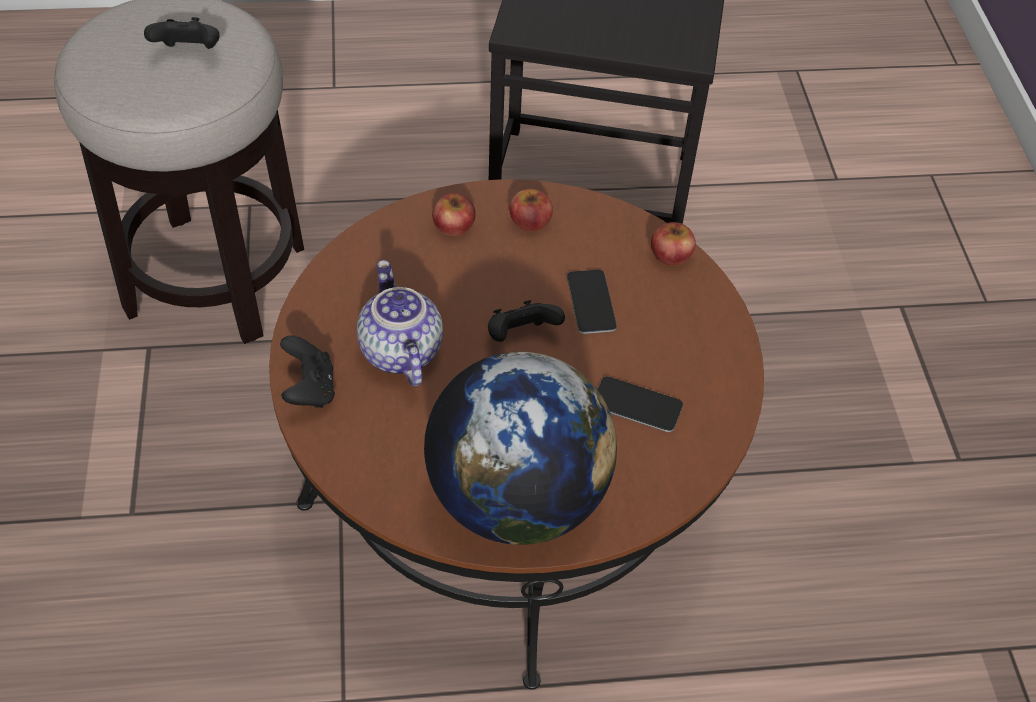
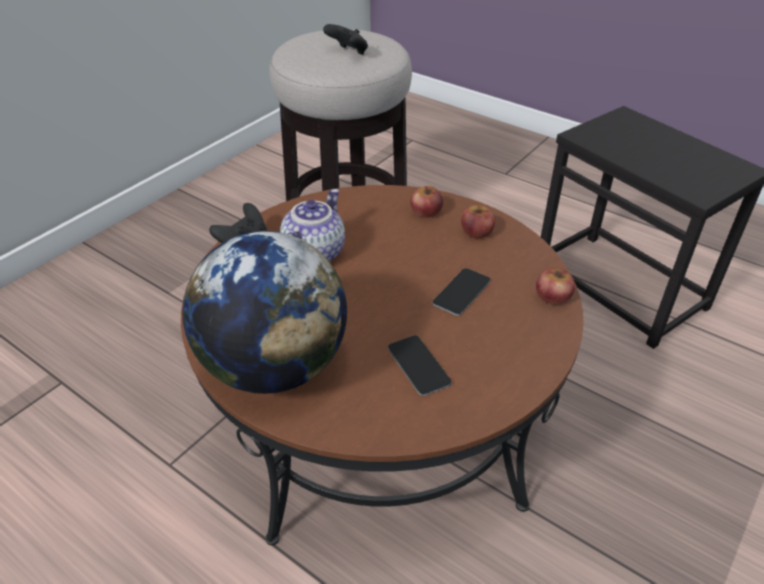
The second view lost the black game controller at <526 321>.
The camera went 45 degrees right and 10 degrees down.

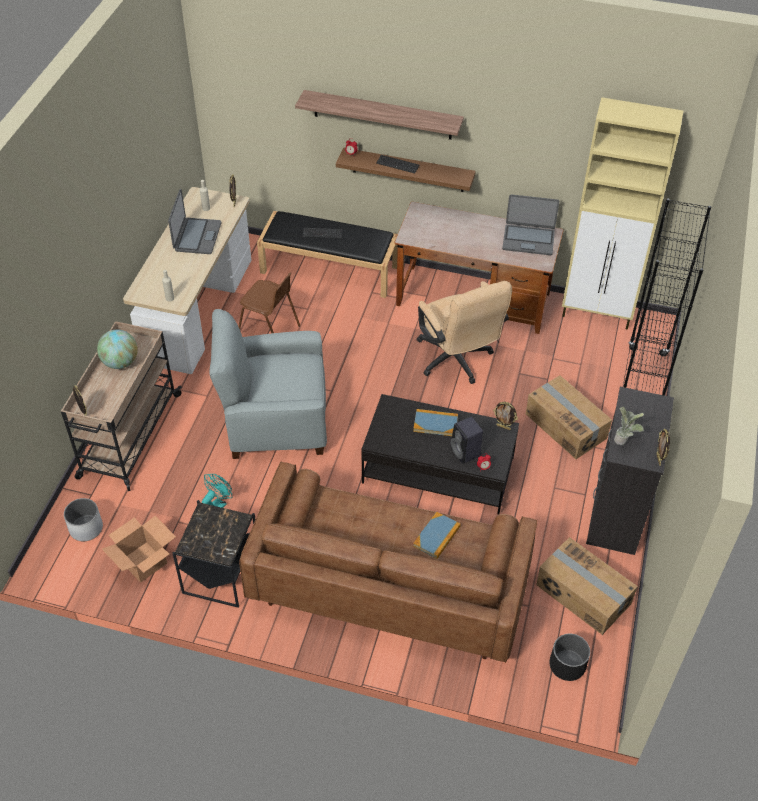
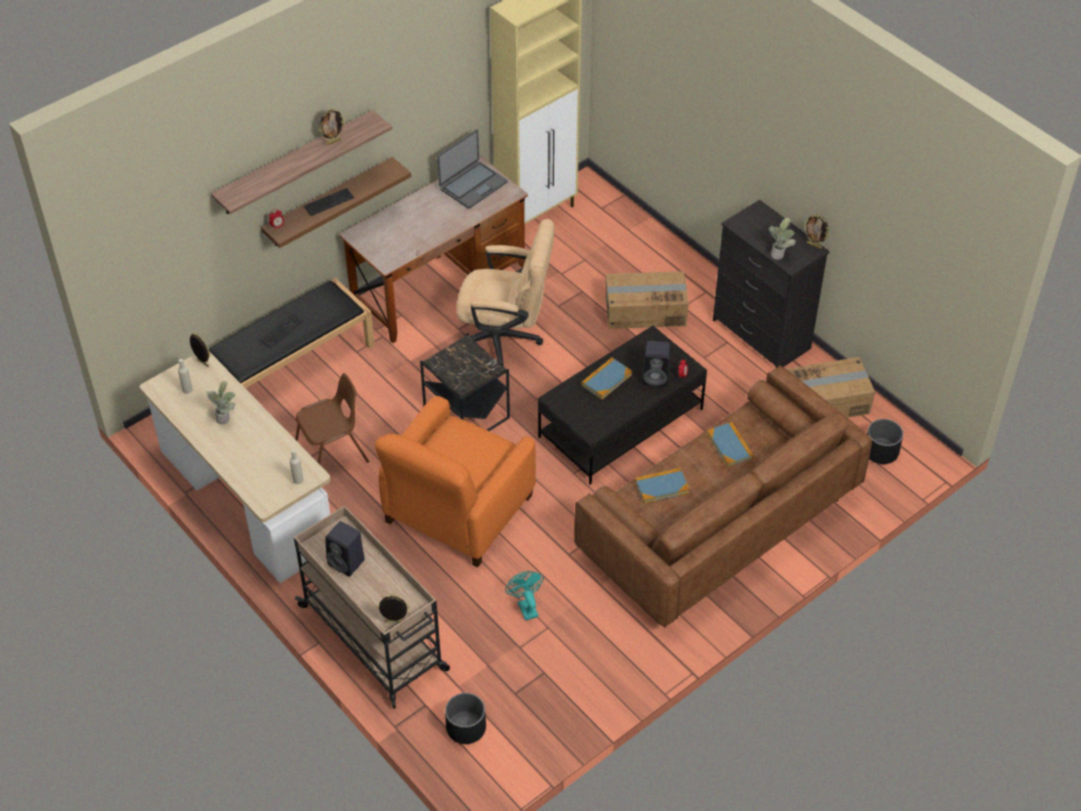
What was the white planter at <83 519> turned into the black planter at <465 718>.
Where the globe stood at <117 349>, the black speaker came to stand at <345 549>.
The second view lost the cardboard box at <139 549>.
Where the laptop stood at <195 221>, the potted plant came to stand at <221 403>.
The black side table ended up elsewhere, having gone from <214 554> to <465 382>.
What was the grey armchair at <268 384> turned into the orange armchair at <455 482>.
The picture frame ended up elsewhere, having gone from <505 416> to <332 127>.
The second view lost the black bookcase at <667 297>.
The second view gained the book at <662 486>.
The camera went 55 degrees left and 0 degrees up.

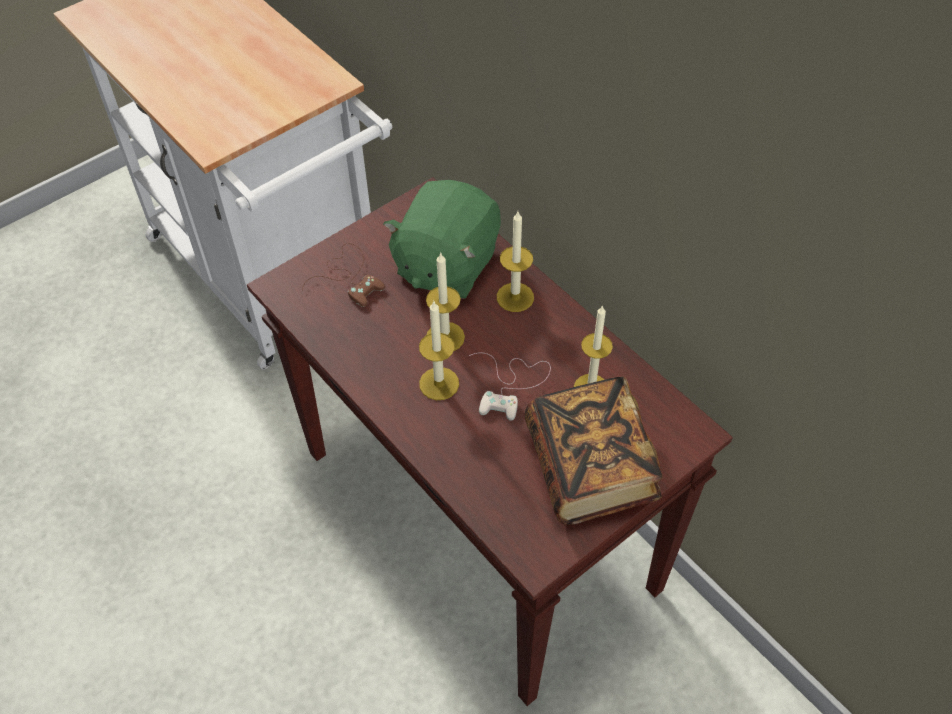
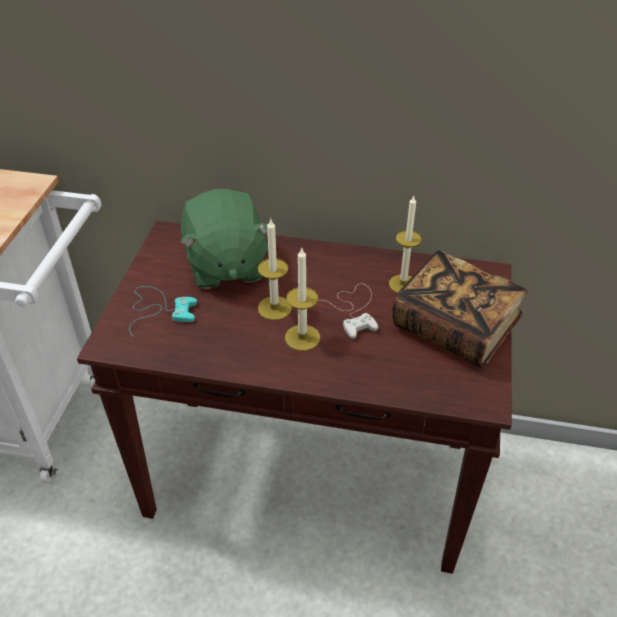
What was the brown game controller at <343 275> turned into the turquoise game controller at <163 311>.
The second view lost the candle at <515 262>.
The camera went 40 degrees left and 10 degrees down.

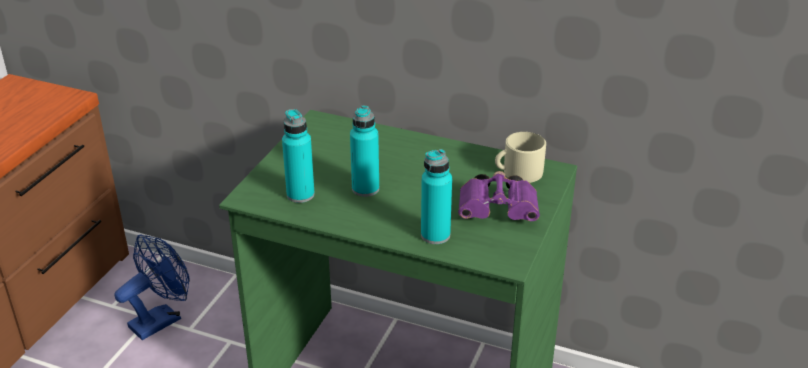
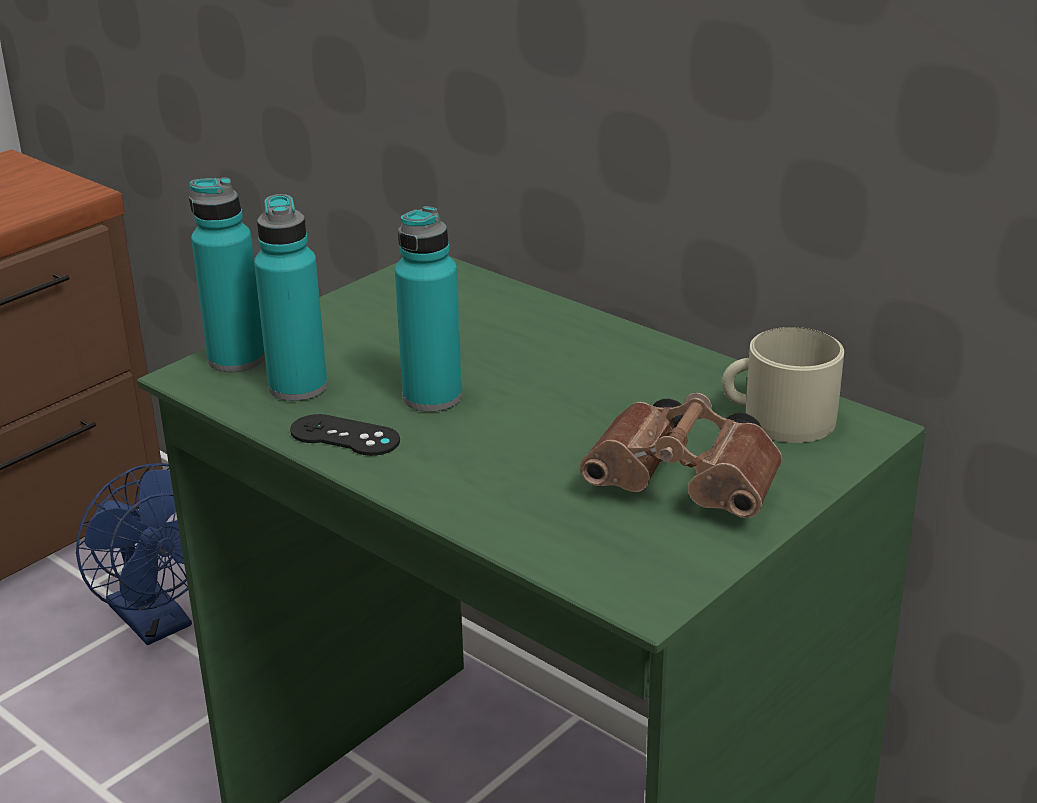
The blue fan at <152 287> ended up facing another way, 75 degrees clockwise from before.
The turquoise bottle ended up elsewhere, having gone from <436 196> to <227 274>.
What was the purple binoculars at <499 196> turned into the brown binoculars at <680 455>.
The second view gained the black game controller at <345 435>.
The camera went 20 degrees right and 5 degrees down.

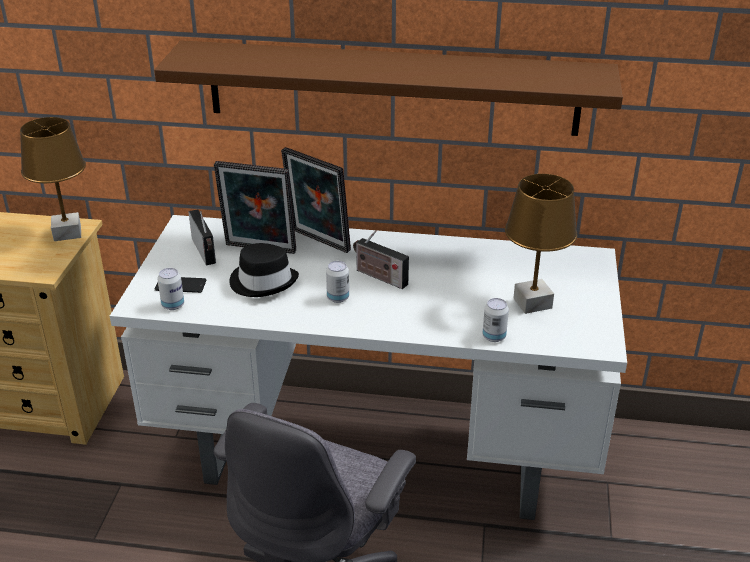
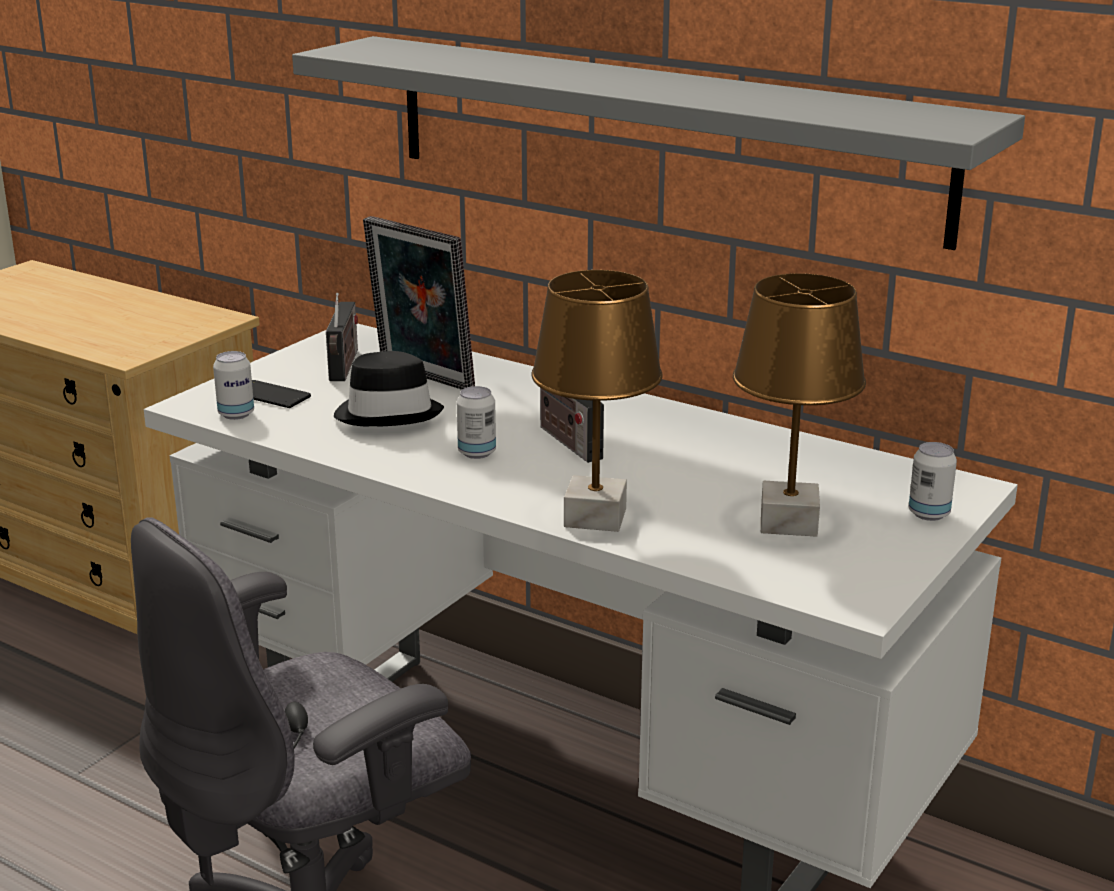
The brown table lamp ended up elsewhere, having gone from <53 179> to <597 401>.
What was the brown shelf at <388 88> turned into the grey shelf at <658 143>.
The second view lost the picture frame at <316 200>.
The can ended up elsewhere, having gone from <495 320> to <933 481>.
The camera went 25 degrees right and 10 degrees down.

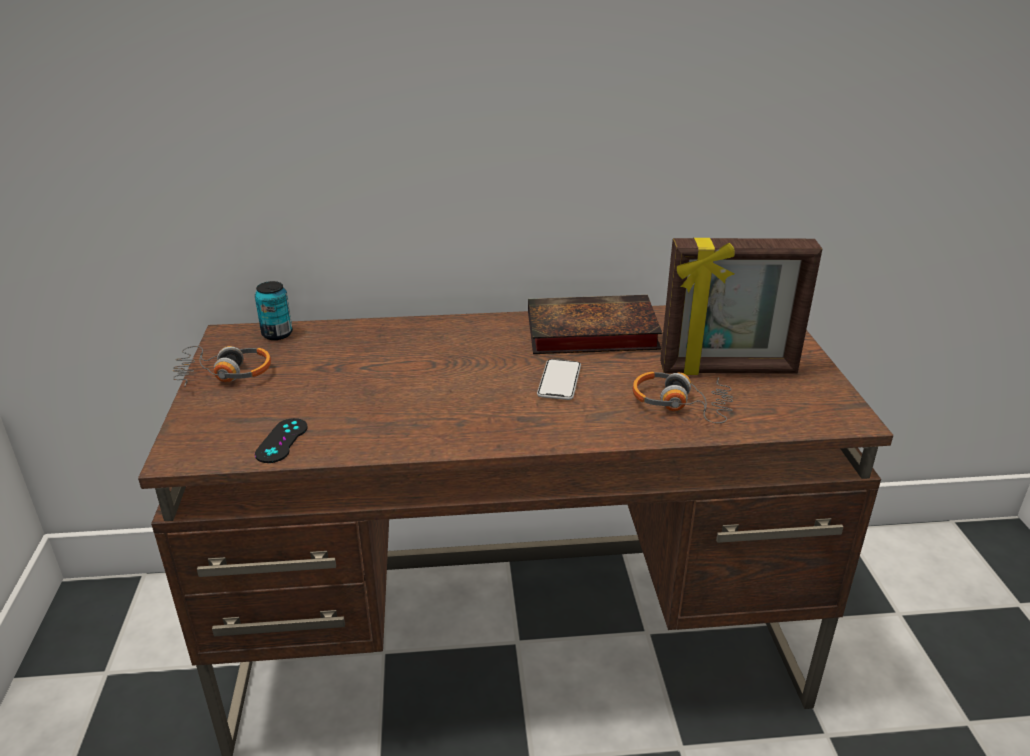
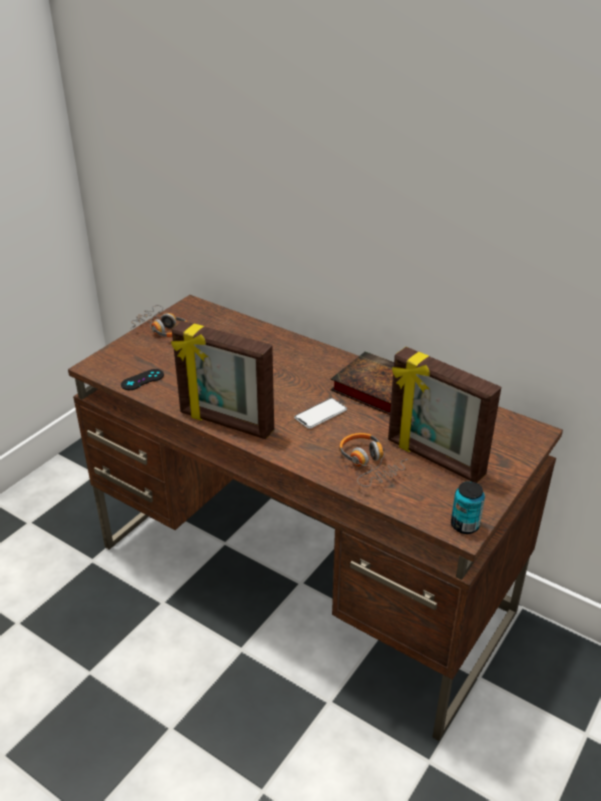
The can ended up elsewhere, having gone from <274 310> to <468 507>.
The second view gained the picture frame at <222 380>.
The camera went 40 degrees right and 5 degrees up.

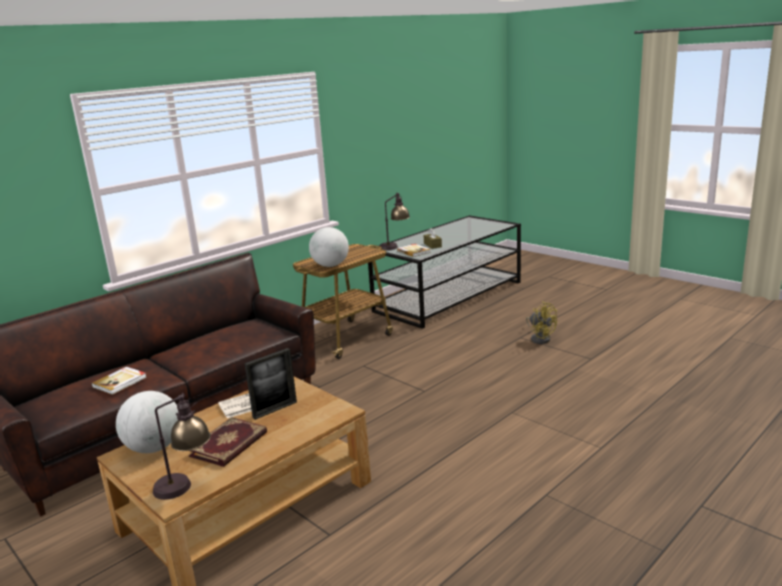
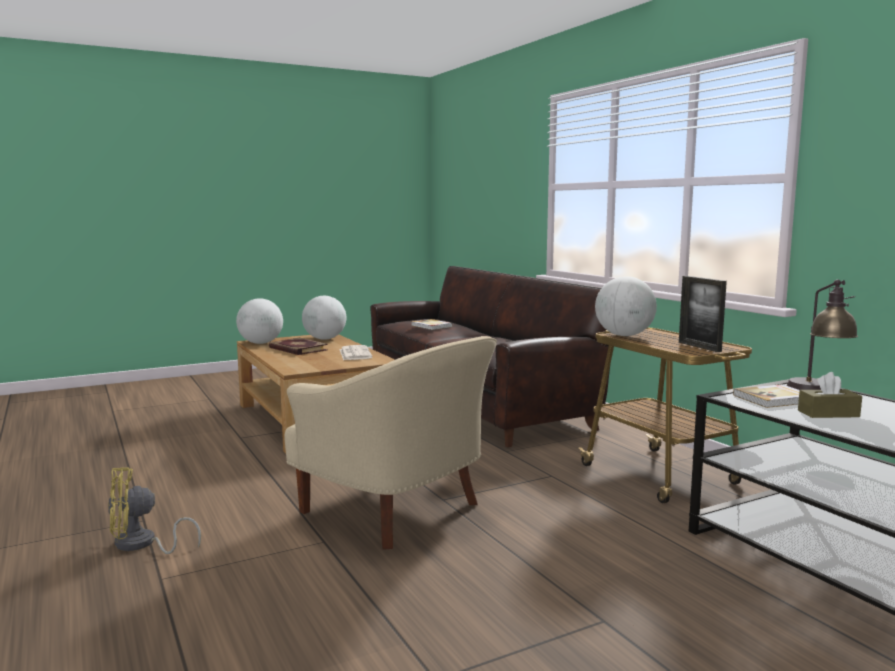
Where the table lamp stood at <182 446>, the globe came to stand at <259 321>.
The picture frame ended up elsewhere, having gone from <270 384> to <703 314>.
The yellow fan ended up elsewhere, having gone from <541 322> to <154 510>.
The second view gained the beige armchair at <390 443>.
The camera went 105 degrees right and 10 degrees down.

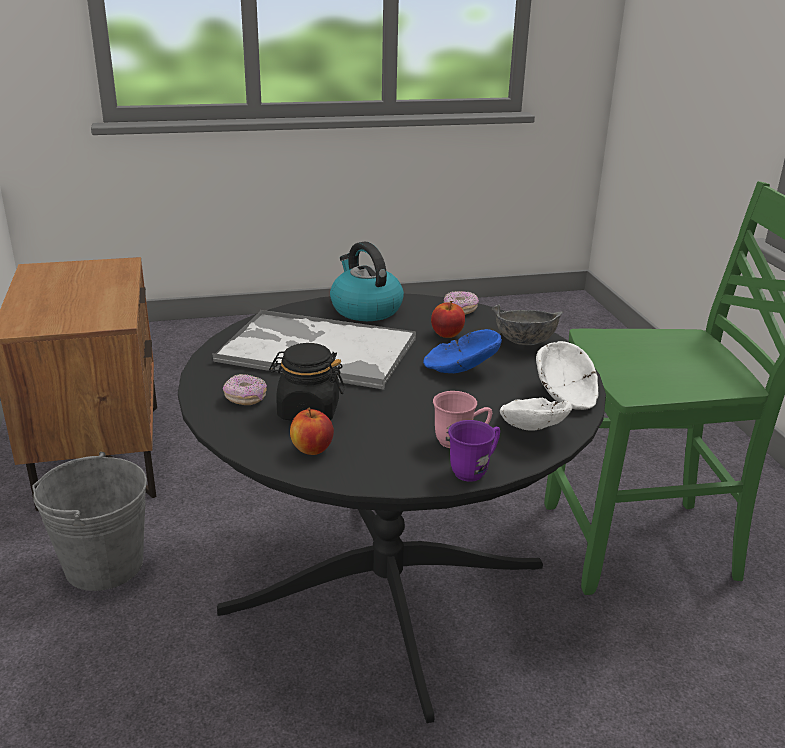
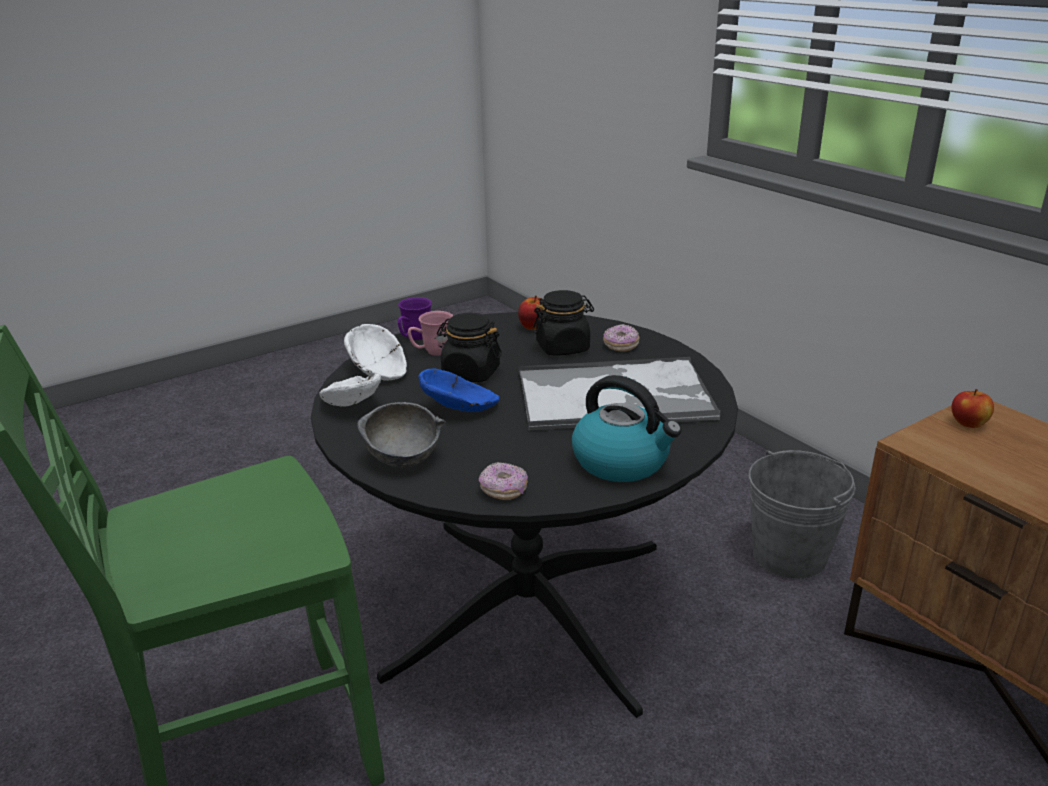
The apple ended up elsewhere, having gone from <448 319> to <973 408>.
The second view gained the black jar at <469 347>.
The camera went 160 degrees right and 0 degrees up.

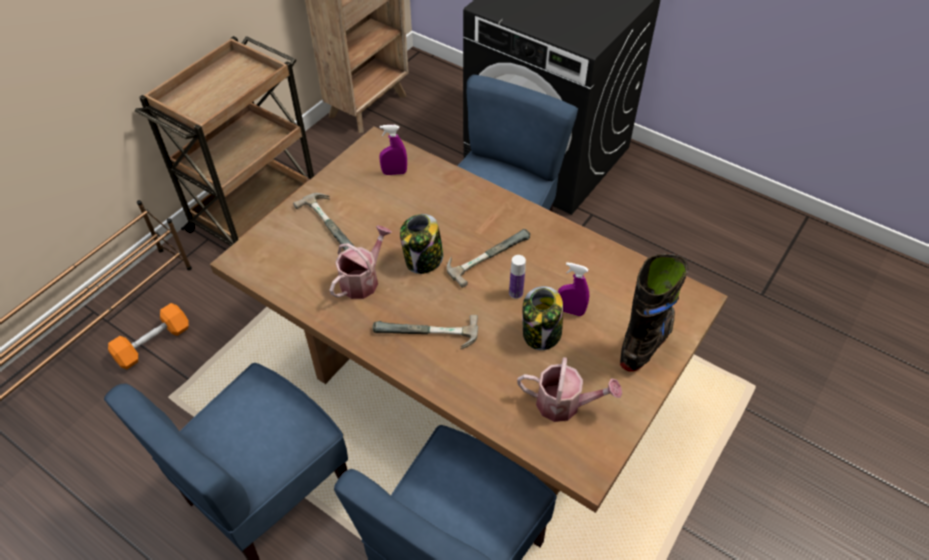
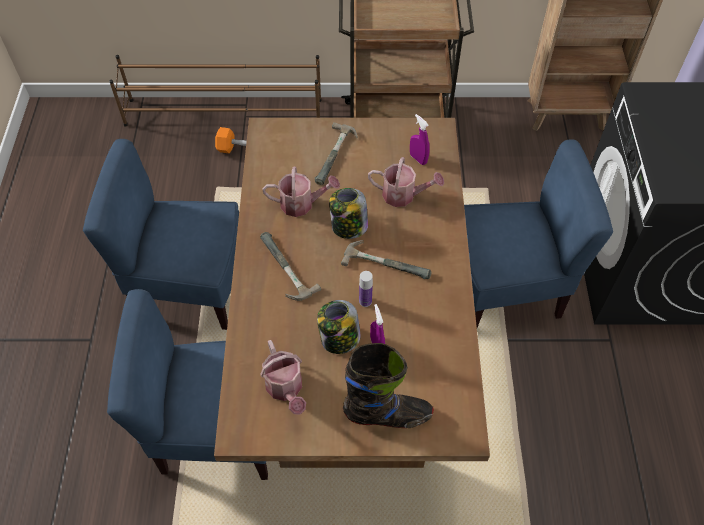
The second view gained the watering can at <406 182>.
The camera went 55 degrees right and 5 degrees up.

